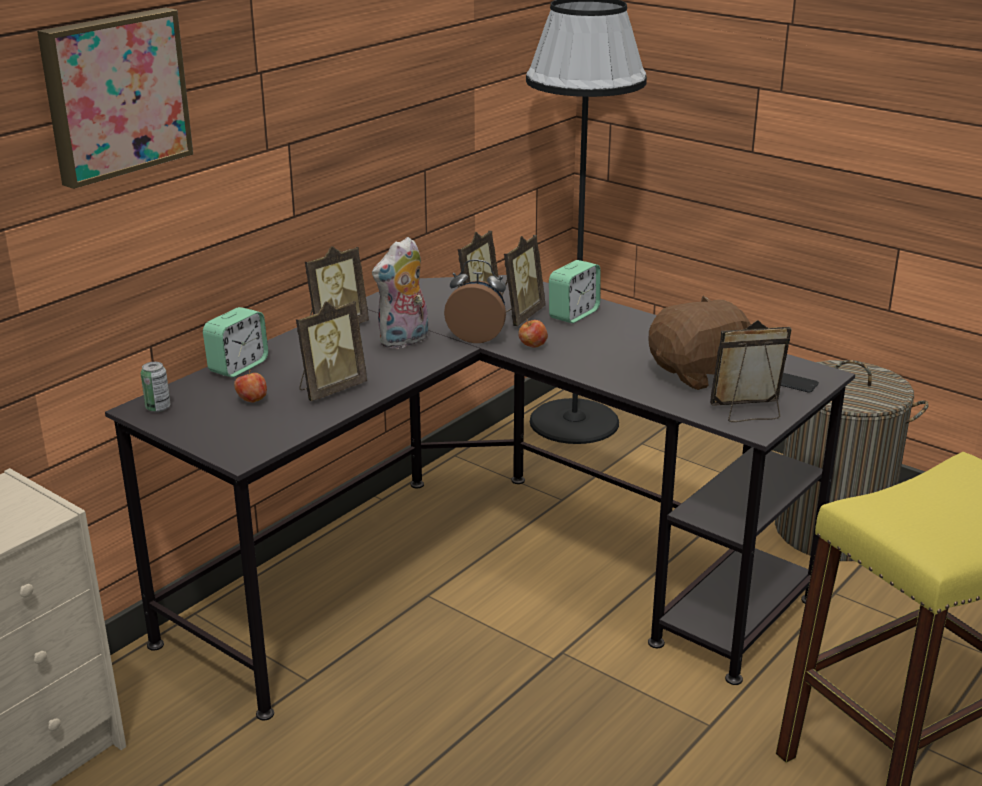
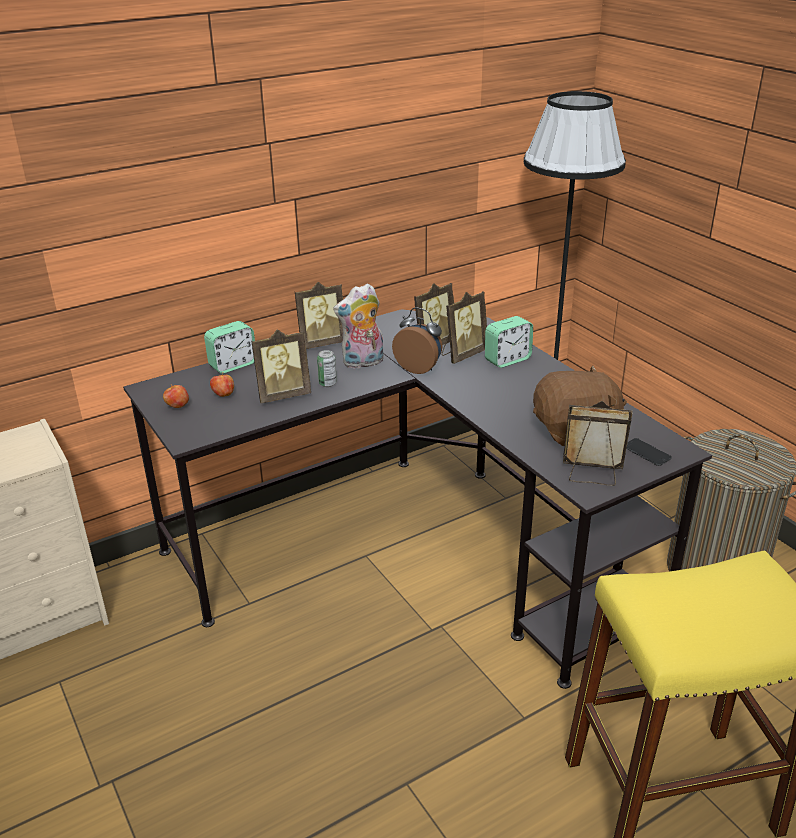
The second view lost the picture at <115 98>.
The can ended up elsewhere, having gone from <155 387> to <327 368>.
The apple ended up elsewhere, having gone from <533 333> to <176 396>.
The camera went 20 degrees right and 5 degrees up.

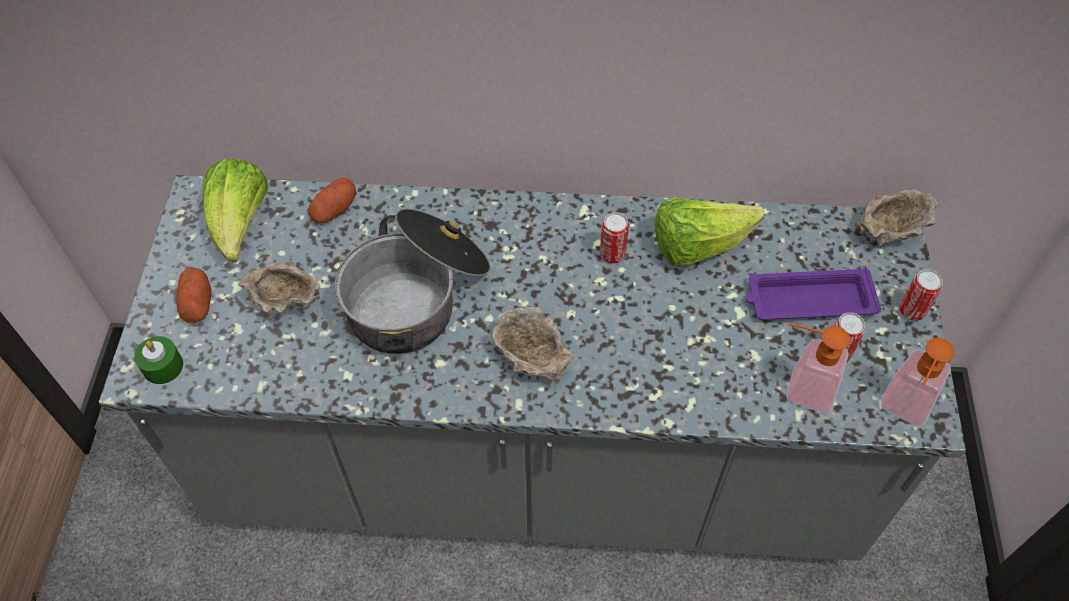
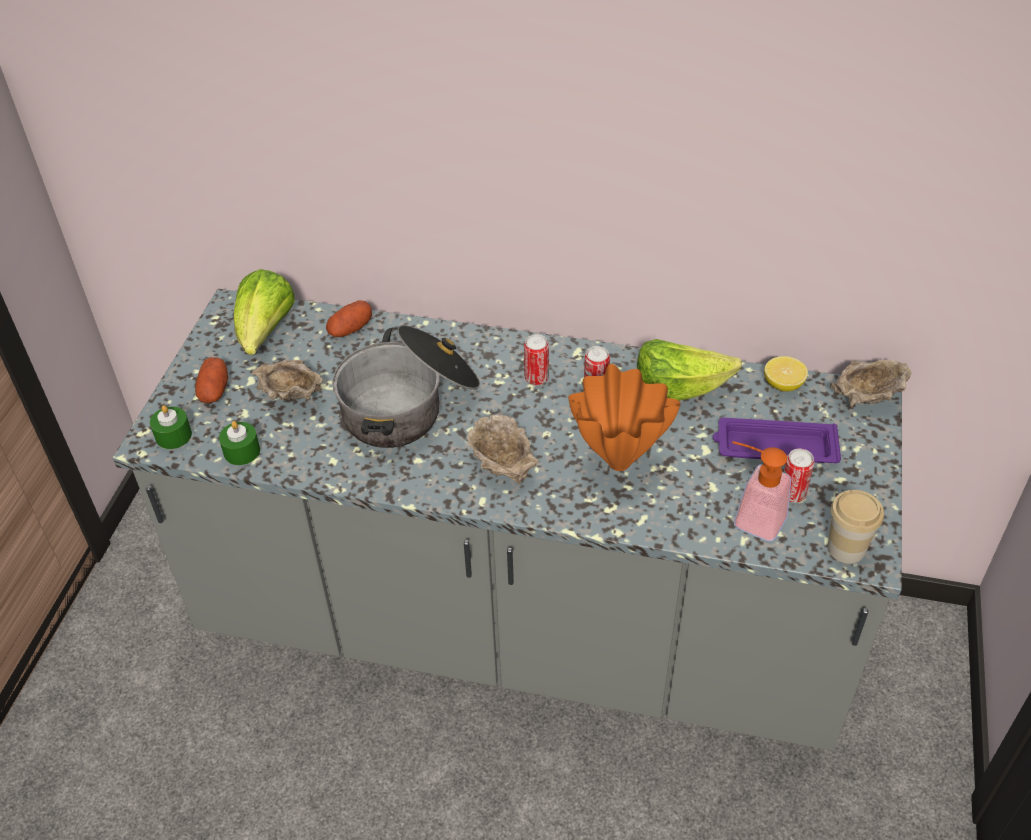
Where the soap dispenser stood at <917 382>, the cup came to stand at <855 527>.
The can ended up elsewhere, having gone from <921 295> to <536 359>.
The second view gained the green candle at <239 443>.
The second view gained the orange vase at <624 417>.
The second view gained the lemon at <786 374>.
The camera went 10 degrees right and 10 degrees down.

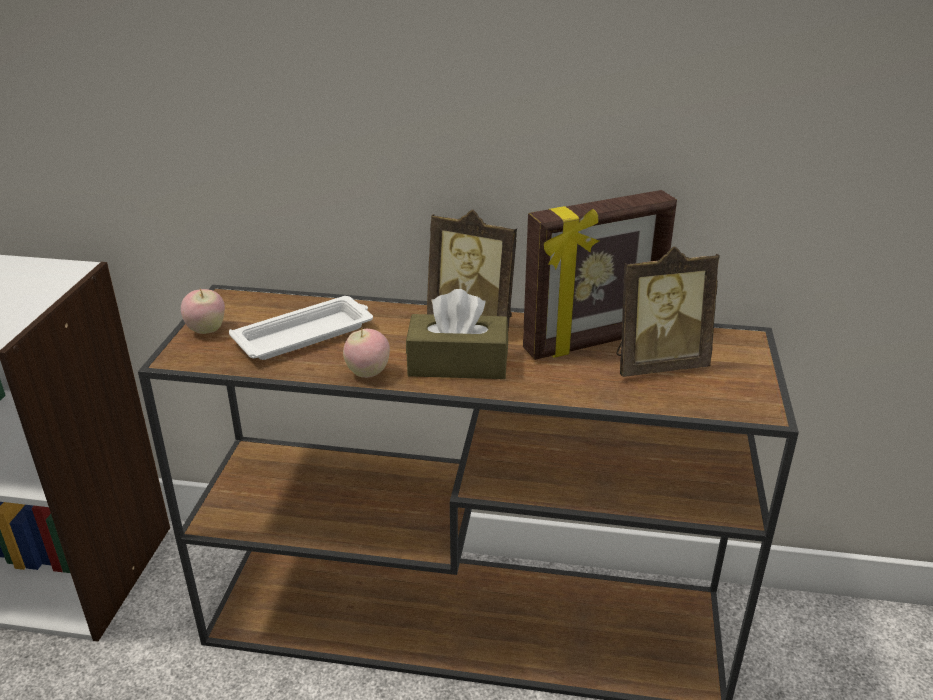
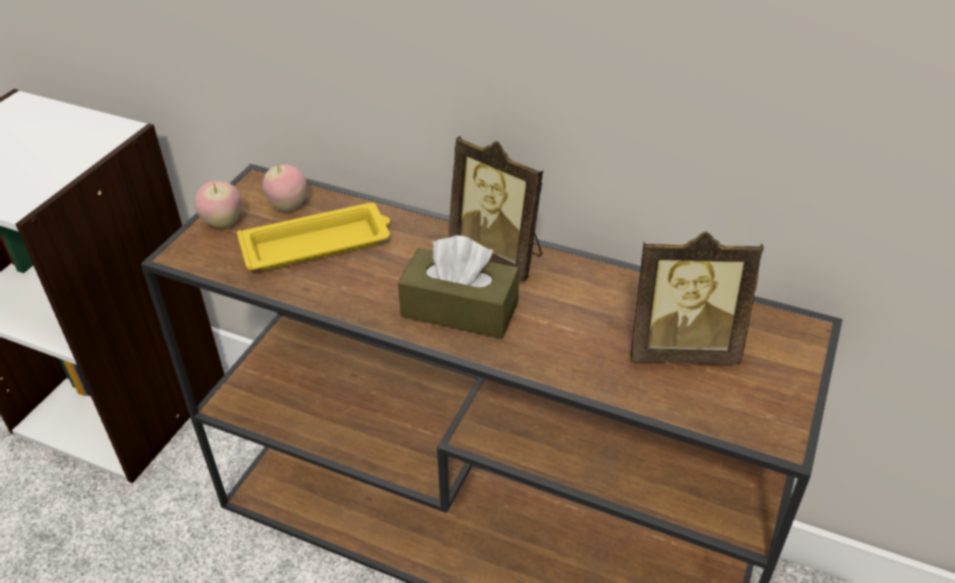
What was the white tray at <301 328> turned into the yellow tray at <313 236>.
The apple ended up elsewhere, having gone from <366 353> to <284 187>.
The second view lost the picture frame at <600 275>.
The camera went 15 degrees right and 10 degrees up.

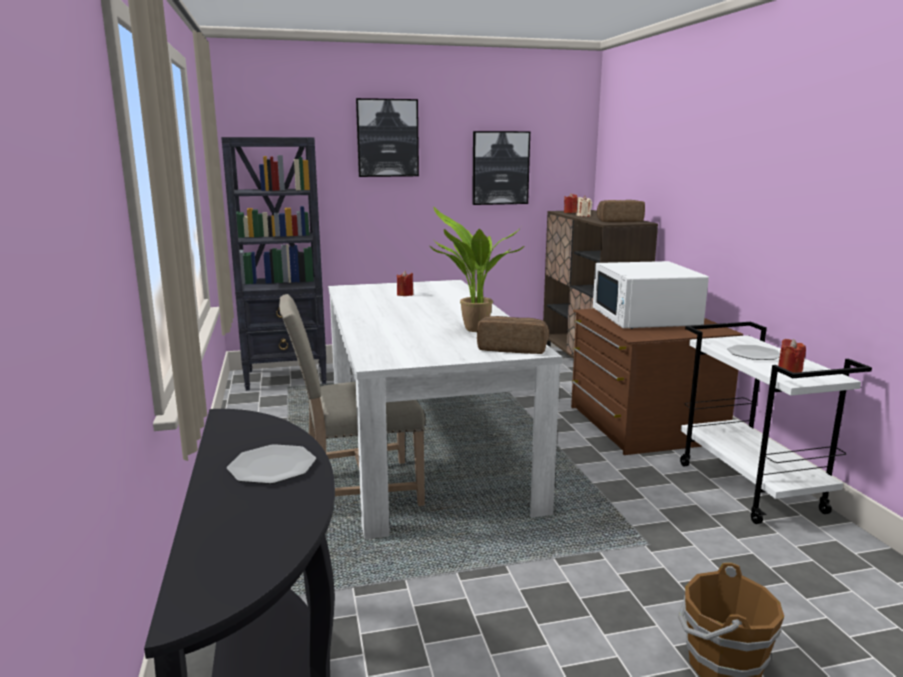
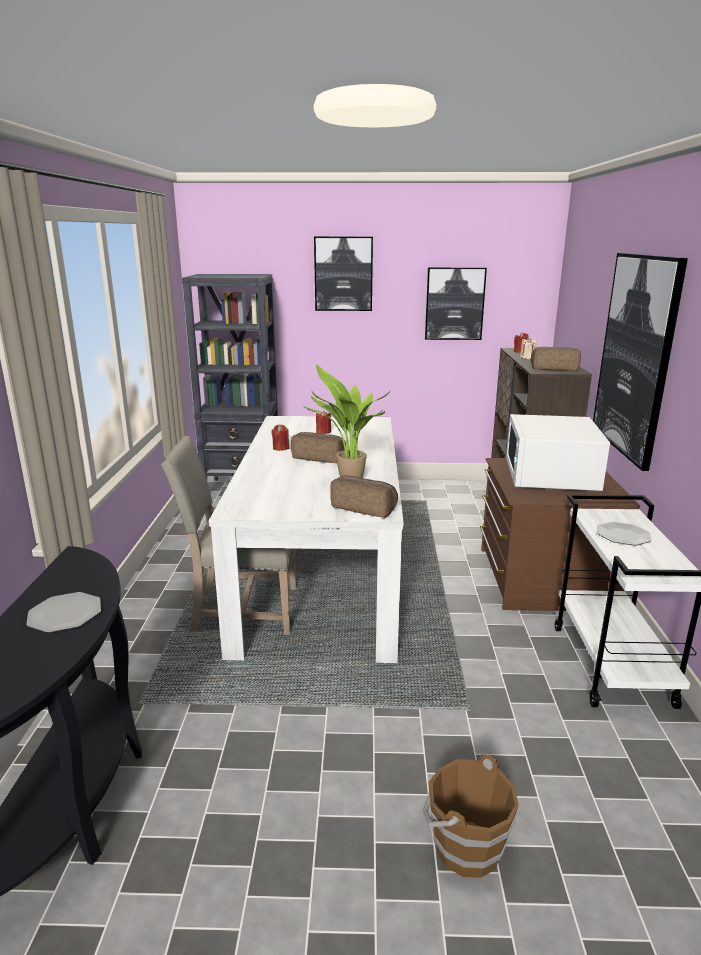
The red candle ended up elsewhere, having gone from <792 356> to <280 438>.
The second view gained the bread at <318 447>.
The second view gained the picture at <640 362>.
The camera went 15 degrees right and 5 degrees up.

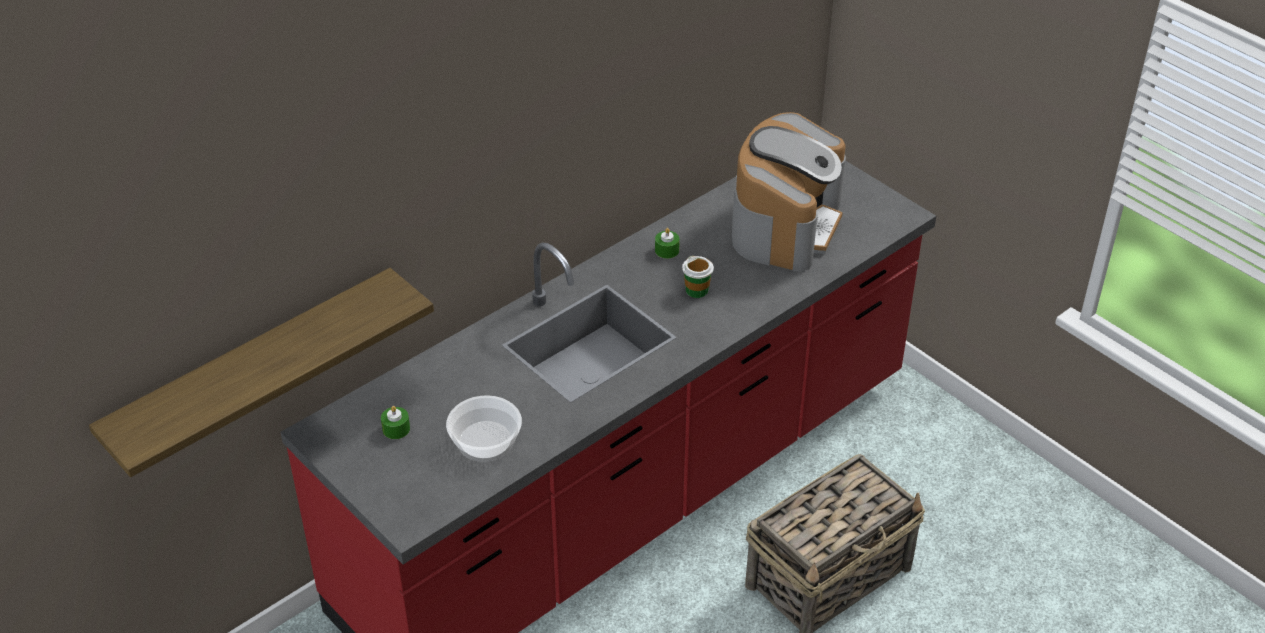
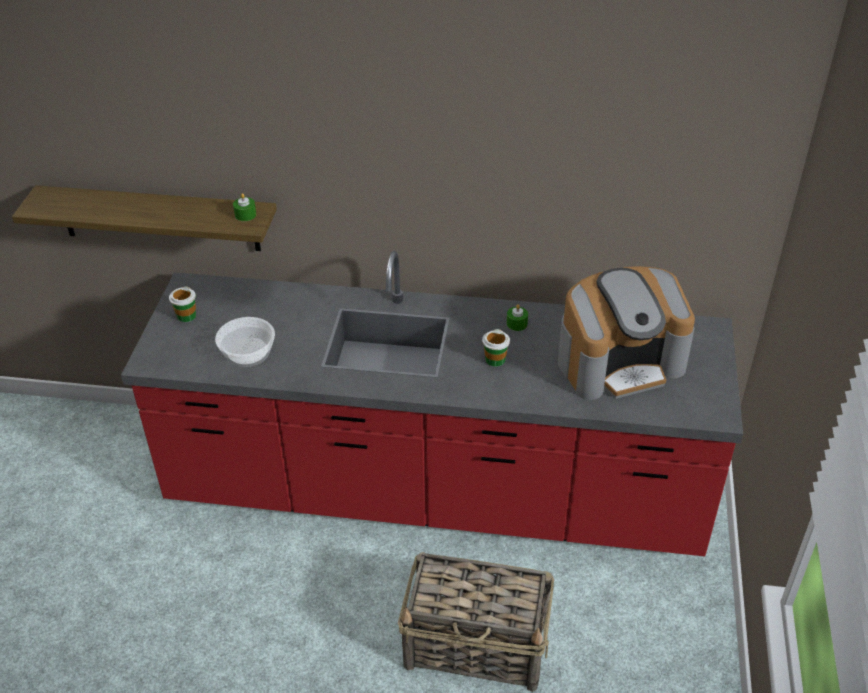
The green candle ended up elsewhere, having gone from <395 422> to <244 207>.
The second view gained the cup at <182 304>.
The camera went 50 degrees right and 0 degrees up.

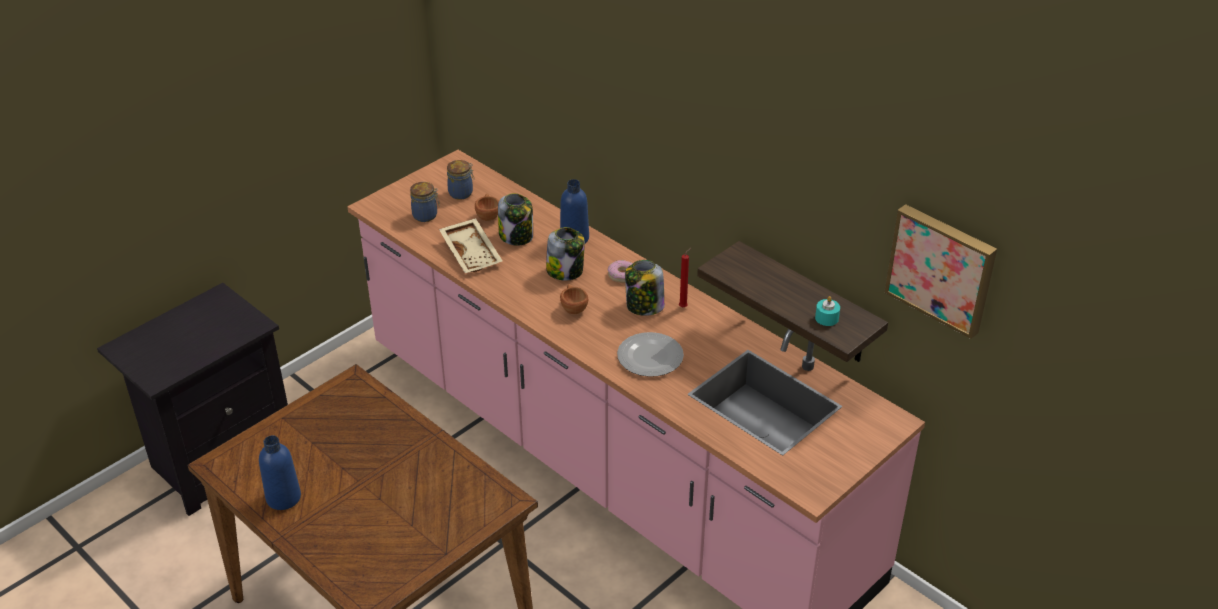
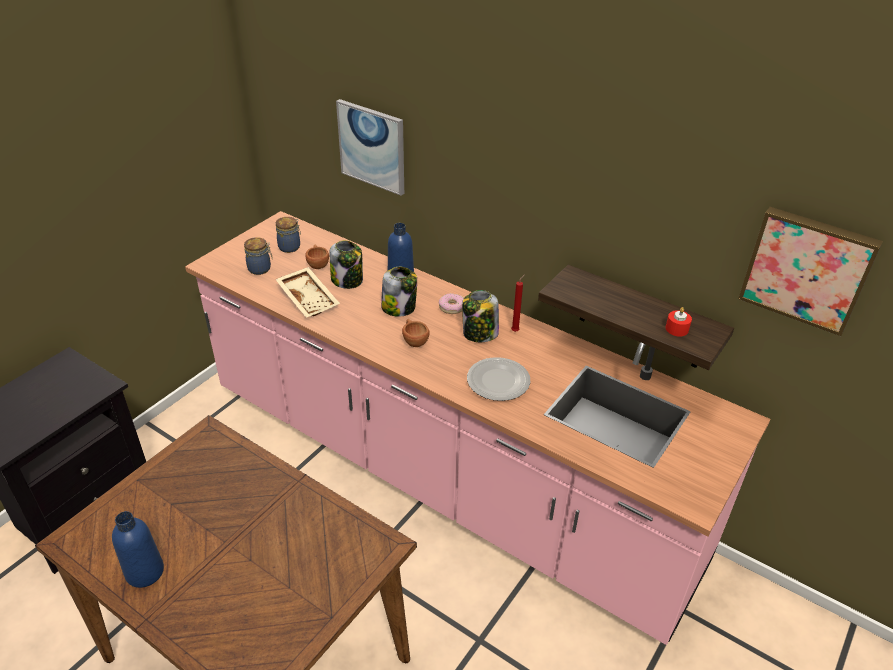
What was the turquoise candle at <827 311> turned into the red candle at <678 322>.
The second view gained the picture at <370 147>.
The camera went 10 degrees left and 0 degrees up.

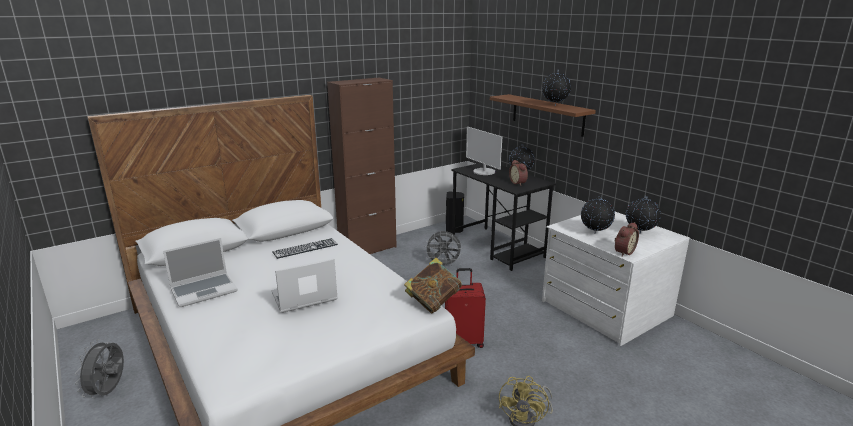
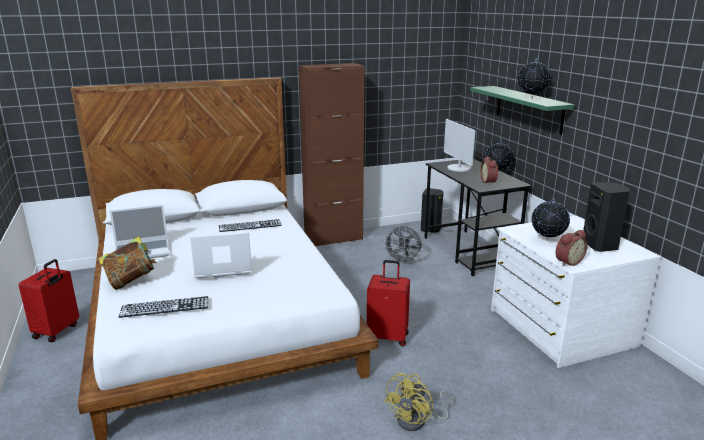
Where the grey fan stood at <99 368>, the red suitcase came to stand at <49 300>.
The book ended up elsewhere, having gone from <433 285> to <127 263>.
What was the brown shelf at <543 115> turned into the green shelf at <522 110>.
Where the globe stood at <643 214>, the black speaker came to stand at <606 217>.
The second view gained the keyboard at <163 307>.
The camera went 15 degrees right and 0 degrees up.

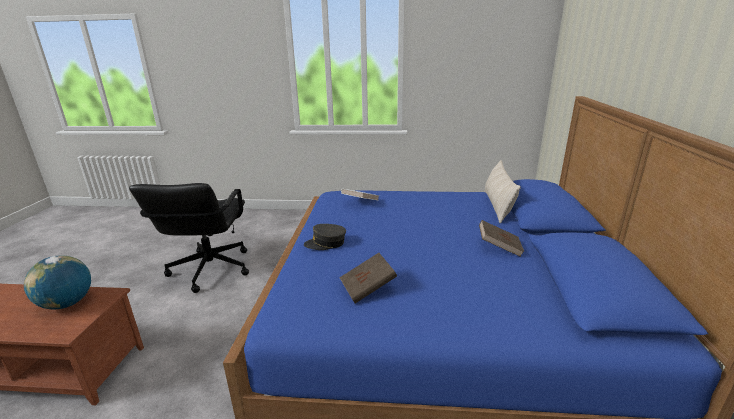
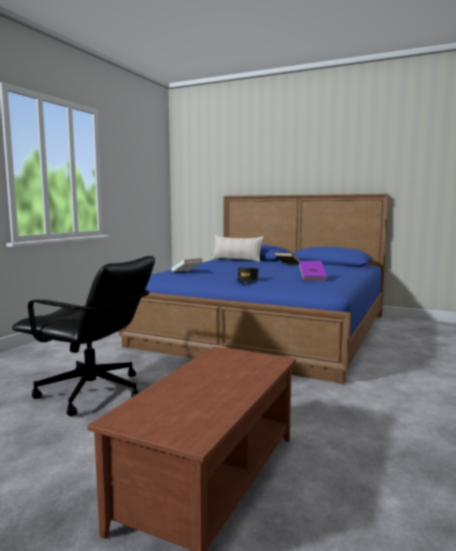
The second view lost the globe at <57 282>.
What was the brown book at <368 278> turned into the purple book at <313 271>.
The camera went 70 degrees left and 15 degrees down.

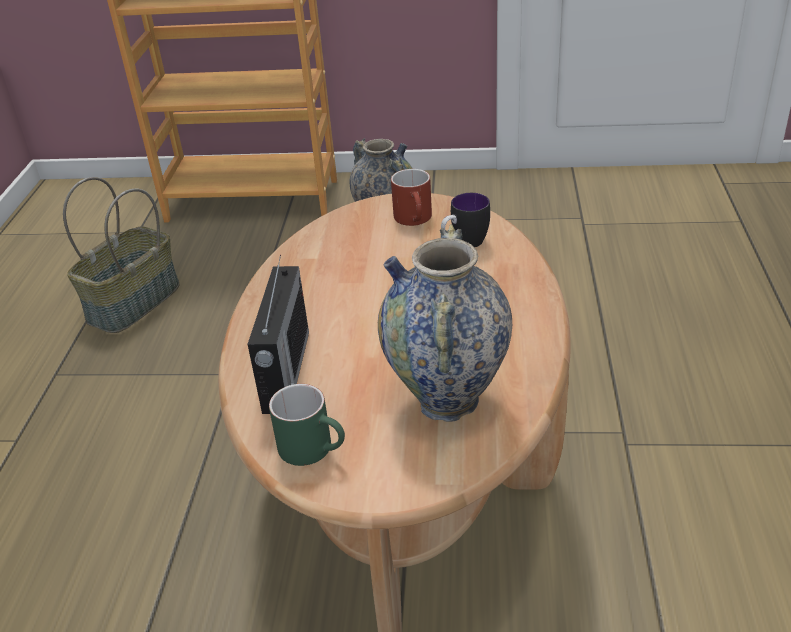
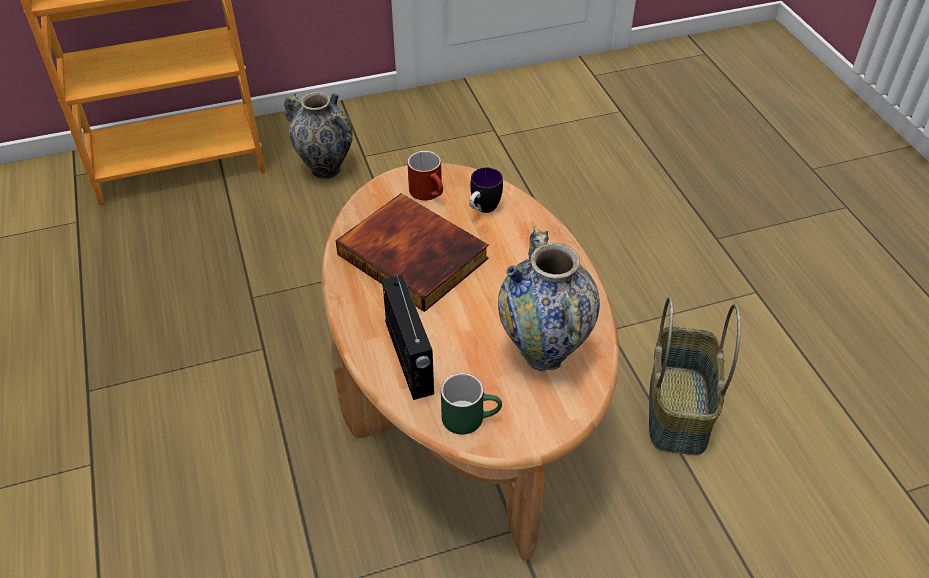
The basket ended up elsewhere, having gone from <121 255> to <695 376>.
The second view gained the book at <412 252>.
The camera went 25 degrees left and 10 degrees up.

